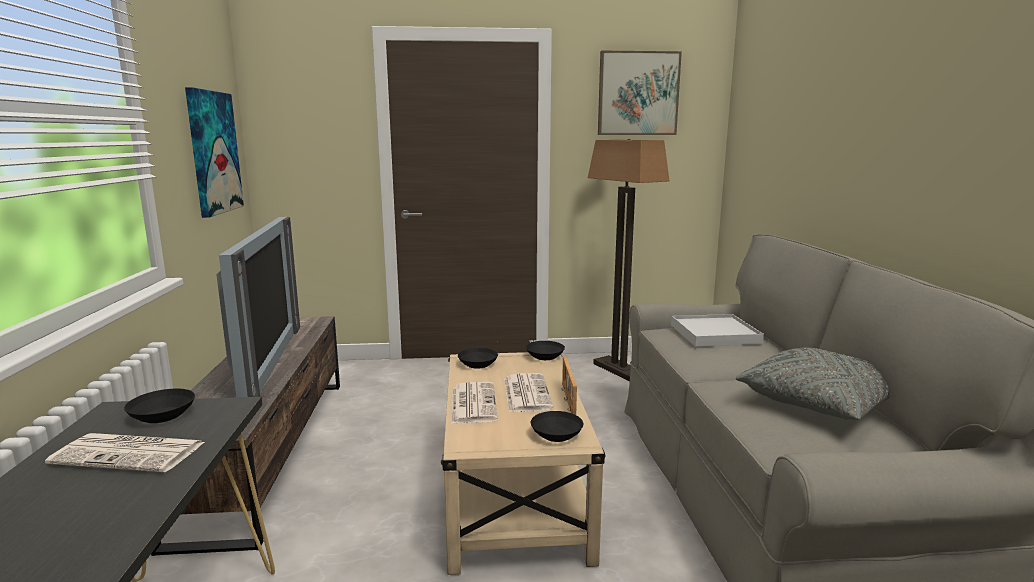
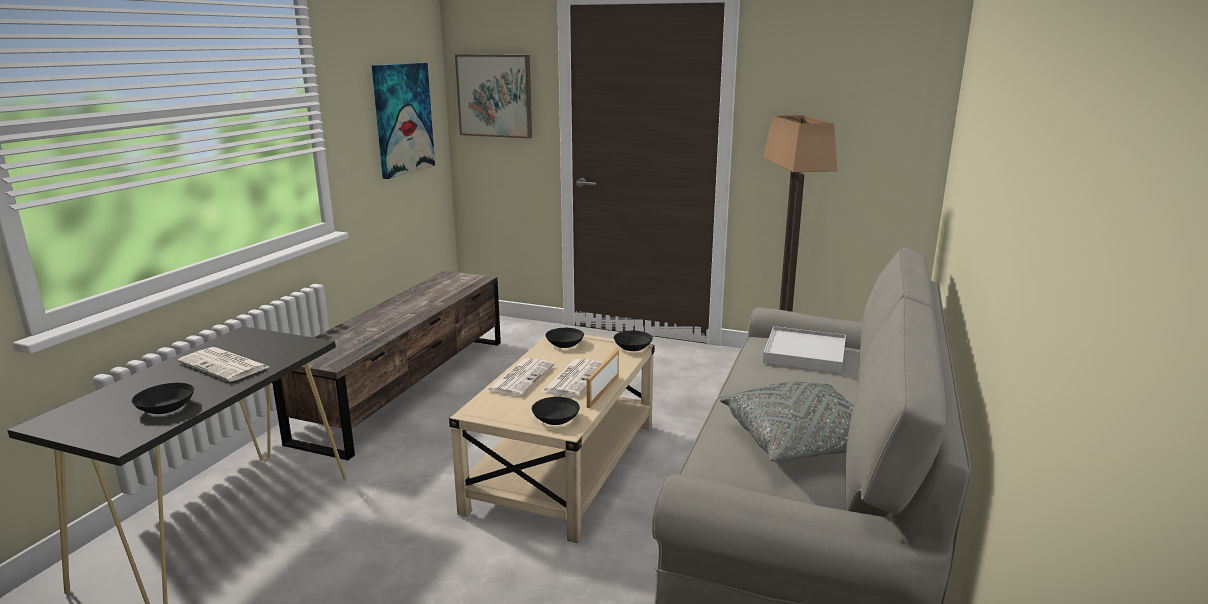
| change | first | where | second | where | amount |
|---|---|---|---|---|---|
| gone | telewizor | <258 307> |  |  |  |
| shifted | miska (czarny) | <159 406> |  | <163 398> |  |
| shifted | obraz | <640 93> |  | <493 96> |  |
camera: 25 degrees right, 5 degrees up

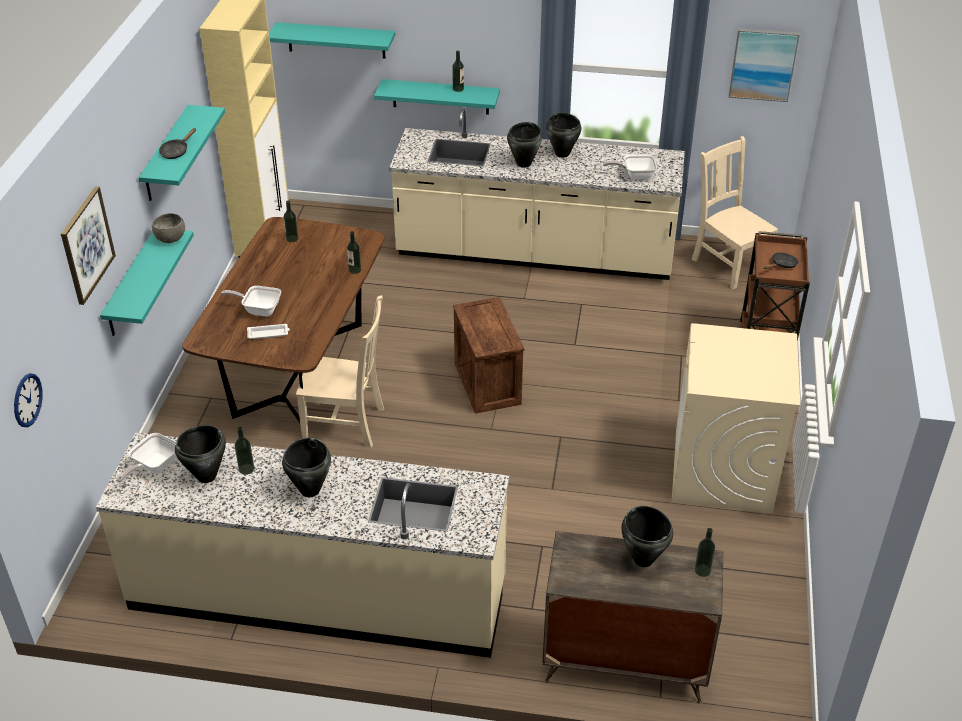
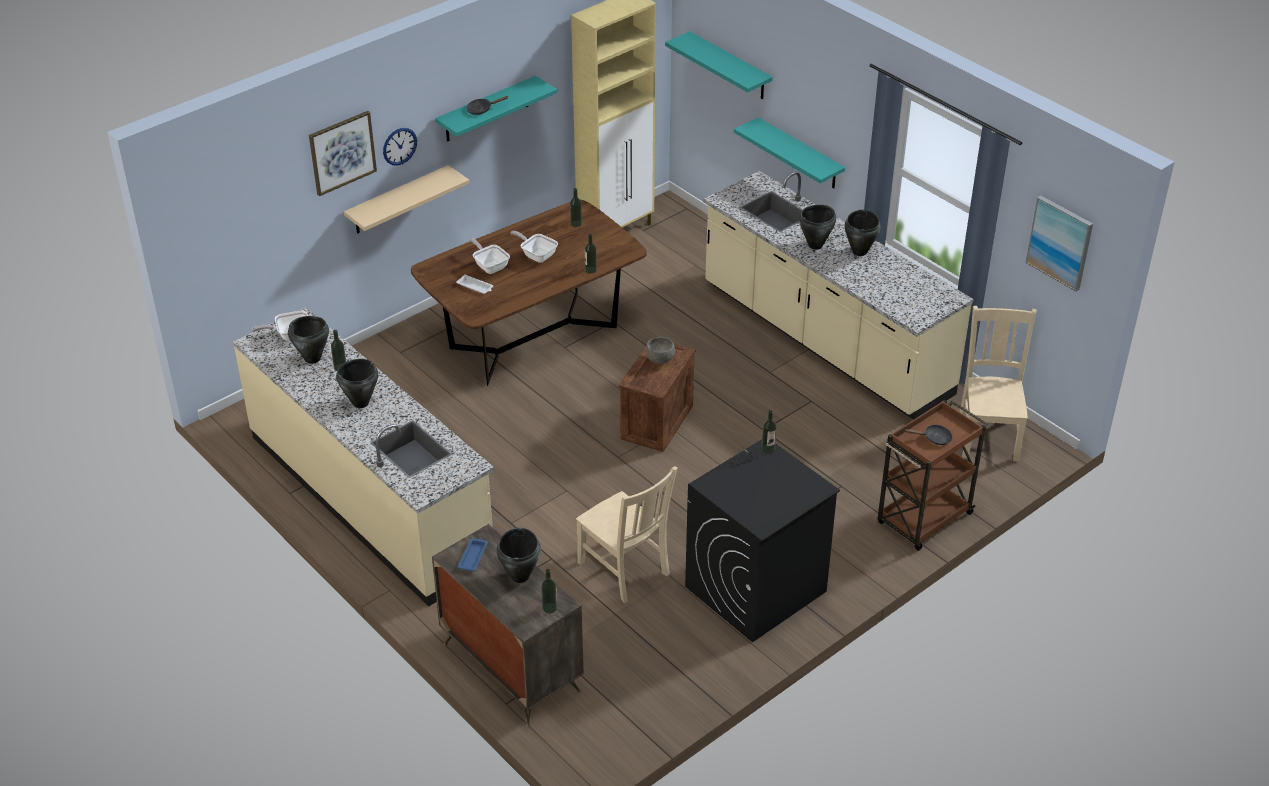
| change | first | where | second | where | amount |
|---|---|---|---|---|---|
| new |  |  | taca (niebieski) | <473 554> |  |
| shifted | zegar ścienny | <28 400> |  | <400 147> |  |
| shifted | miska (szary) | <168 228> |  | <660 350> |  |
| shifted | krzesło (beżowy) | <340 371> |  | <627 535> |  |
| shifted | butelka | <458 71> |  | <769 432> |  |
| shifted | patelnia | <630 167> |  | <534 247> |  |
| repainted | półka (turkusowy) | <147 283> | półka (beżowy) | <407 199> |  |
| repainted | pralka (beżowy) | <736 418> | pralka (czarny) | <762 540> |  |
camera: 40 degrees right, 0 degrees up

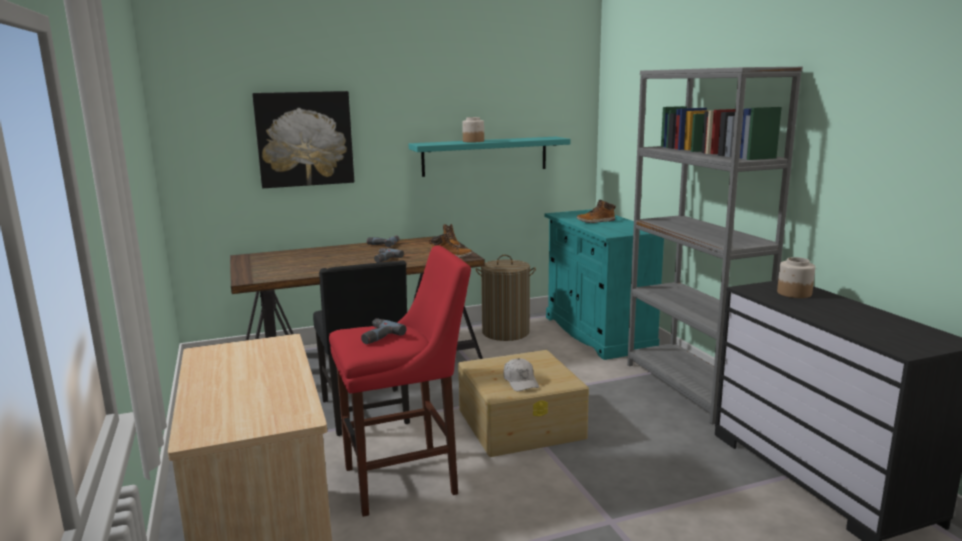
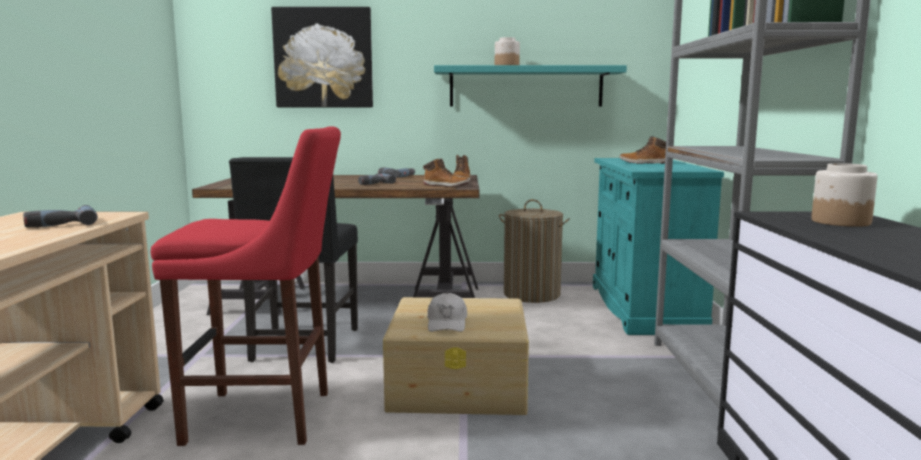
| change | first | where | second | where | amount |
|---|---|---|---|---|---|
| shifted | wiertarka | <383 331> |  | <60 216> |  |
camera: 20 degrees right, 5 degrees down

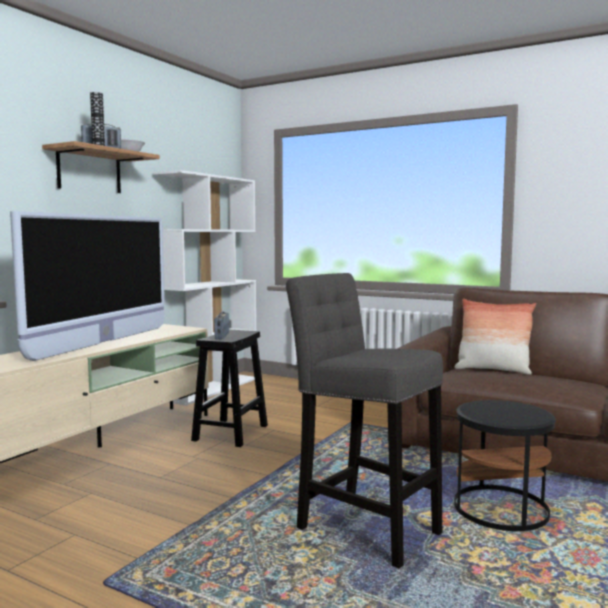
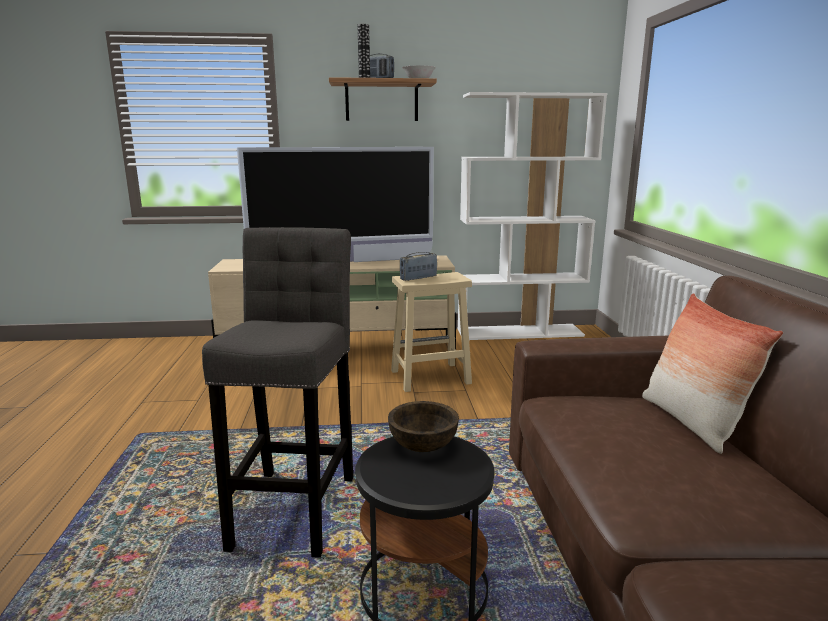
| change | first | where | second | where | amount |
|---|---|---|---|---|---|
| new |  |  | miska (brązowy) | <423 426> |  |
| repainted | stołek (czarny) | <229 388> | stołek (beżowy) | <431 332> |  |
camera: 55 degrees right, 10 degrees up

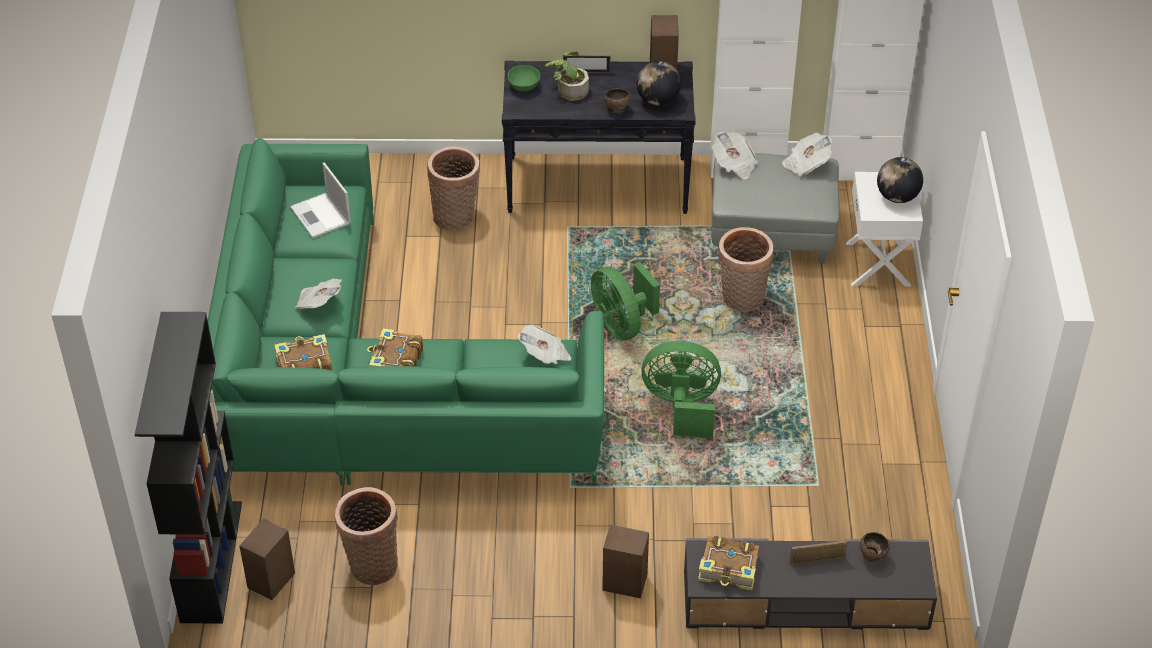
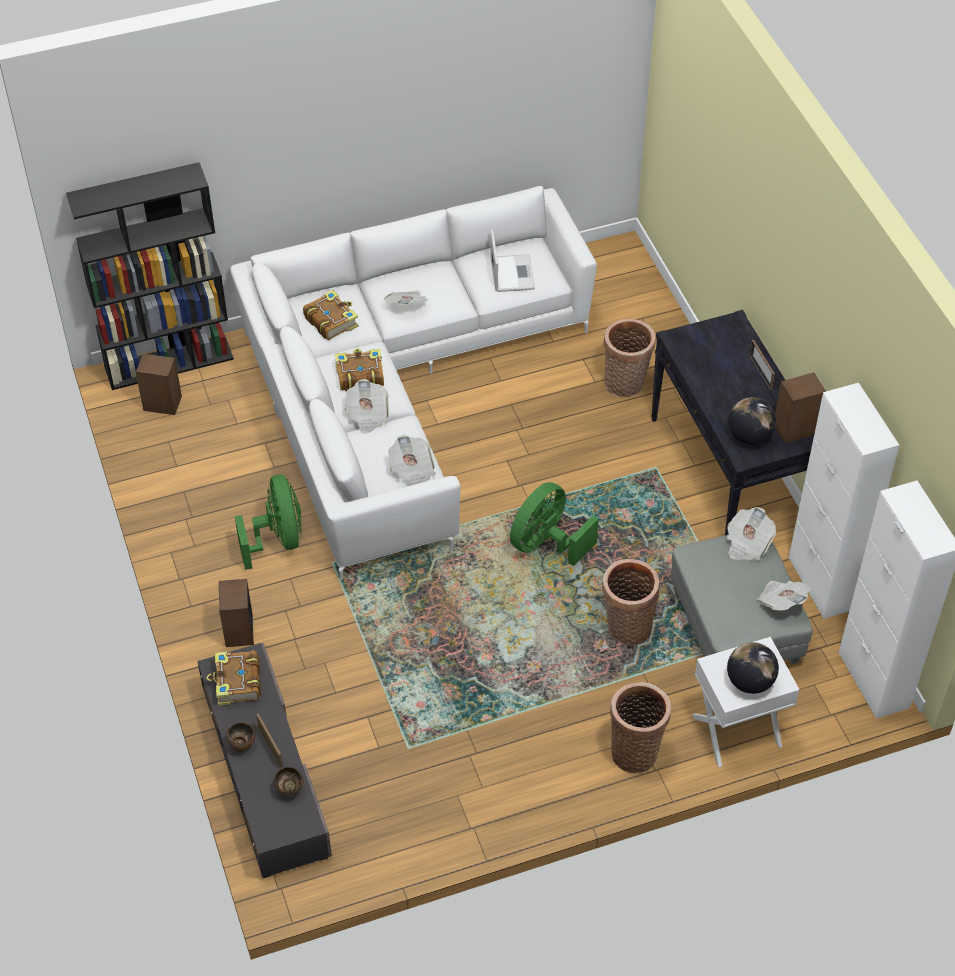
| change | first | where | second | where | amount |
|---|---|---|---|---|---|
| gone | miska (zielony) | <524 78> |  |  |  |
| gone | roślina doniczkowa | <567 76> |  |  |  |
| new |  |  | gazeta | <366 406> |  |
| shifted | koszyk | <366 536> |  | <640 728> |  |
| shifted | miska (brązowy) | <617 101> |  | <240 737> |  |
| shifted | wentylator (zielony) | <681 389> |  | <268 522> |  |
| repainted | kanapa (zielony) | <406 312> | kanapa (biały) | <413 383> |  |
| rotated | laptop | <320 200> |  | <513 261> | 135 degrees clockwise |
camera: 70 degrees right, 5 degrees up

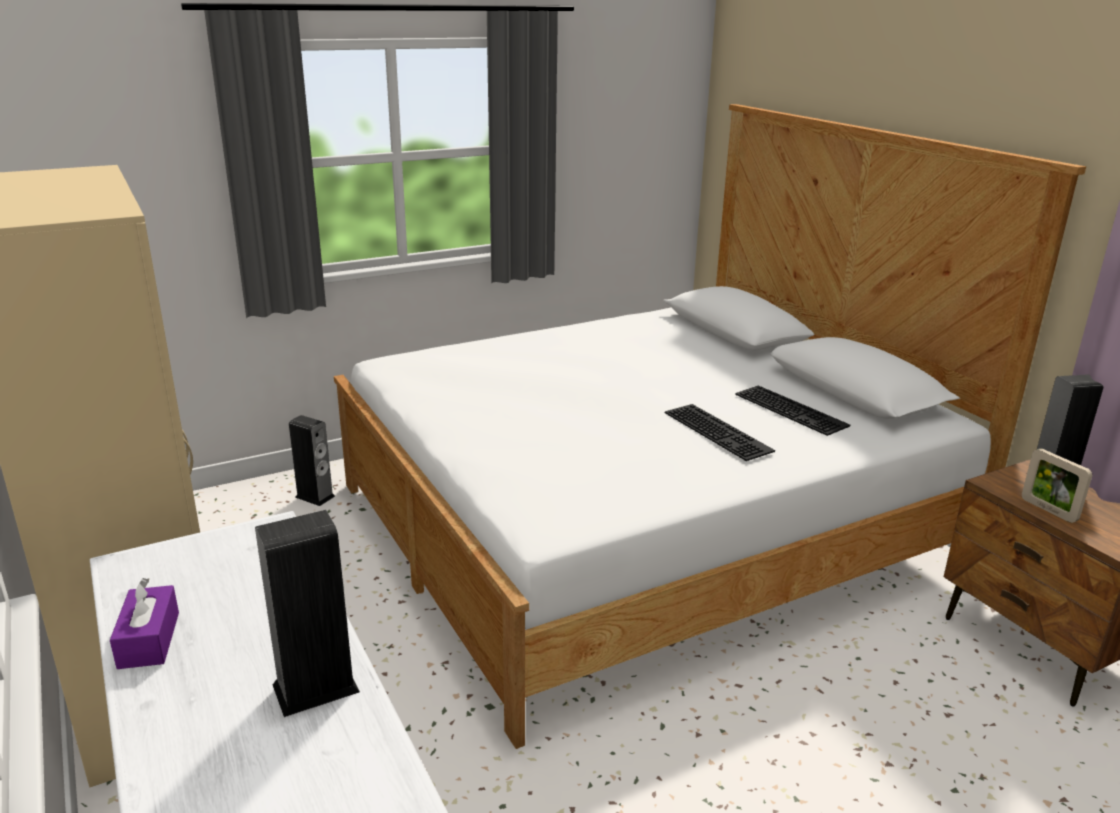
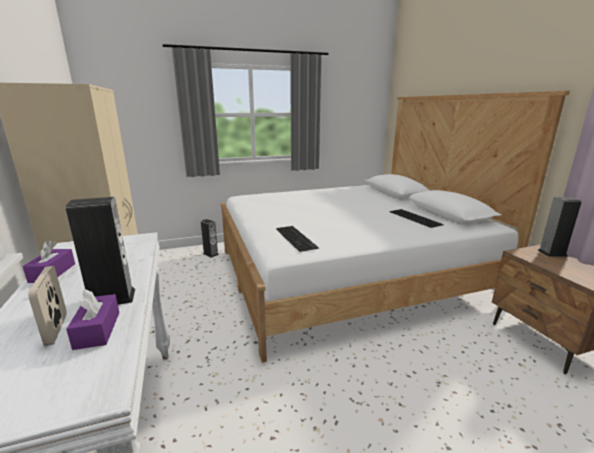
| change | first | where | second | where | amount |
|---|---|---|---|---|---|
| new |  |  | pudełko chusteczek (fioletowy) | <92 319> |  |
| shifted | klawiatura | <720 432> |  | <297 239> |  |
| shifted | ramka na zdjęcie | <1057 485> |  | <47 306> |  |
camera: 10 degrees right, 5 degrees down

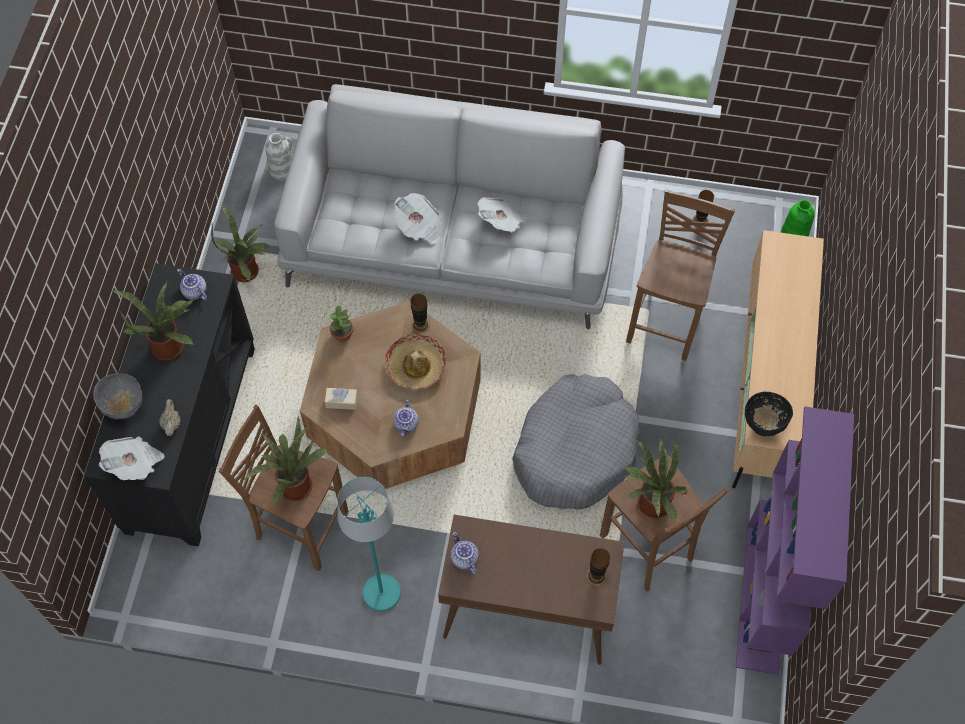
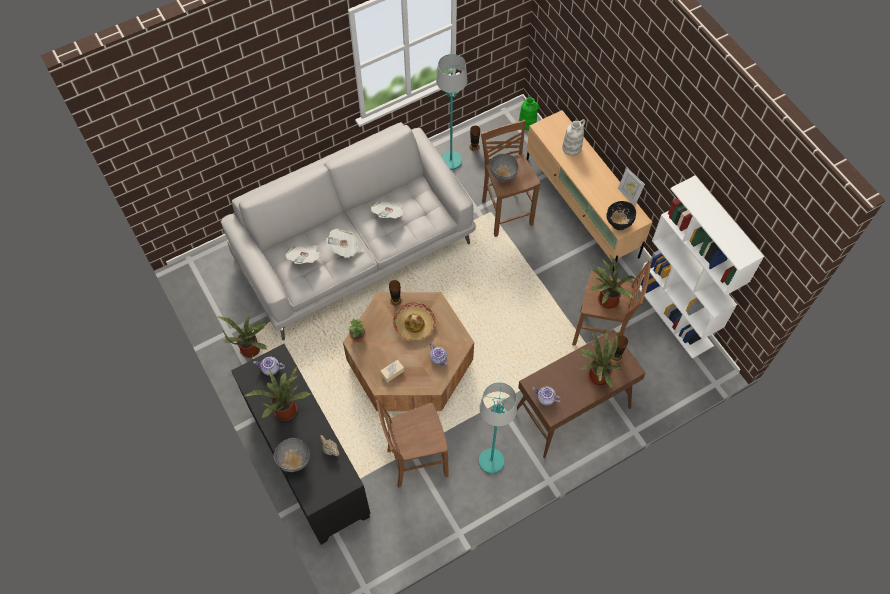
| change | first | where | second | where | amount |
|---|---|---|---|---|---|
| gone | legowisko (szary) | <576 442> |  |  |  |
| new |  |  | lampa stojąca (turkusowy) | <451 112> |  |
| new |  |  | miska (szary) | <504 168> |  |
| new |  |  | ramka na zdjęcie | <631 186> |  |
| shifted | gazeta | <131 458> |  | <303 254> |  |
| shifted | roślina doniczkowa | <286 460> |  | <600 358> |  |
| shifted | wazon (biały) | <279 157> |  | <573 137> |  |
| repainted | regał (fioletowy) | <795 541> | regał (biały) | <701 267> |  |
camera: 40 degrees left, 0 degrees up

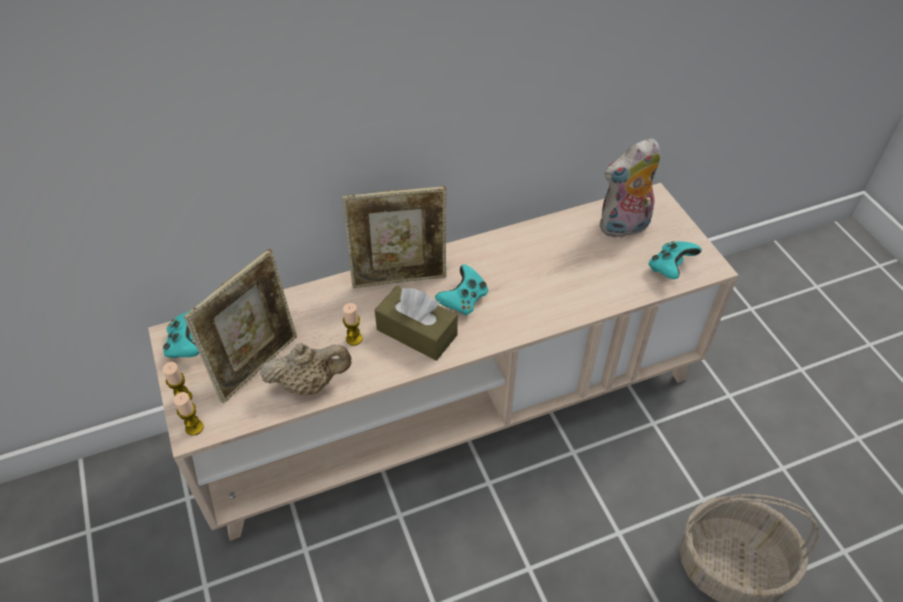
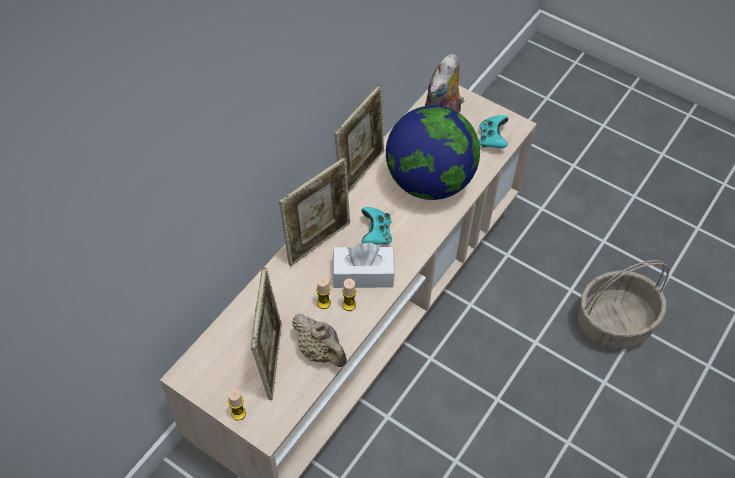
| change | first | where | second | where | amount |
|---|---|---|---|---|---|
| gone | pad do gier (turkusowy) | <181 334> |  |  |  |
| new |  |  | ramka na zdjęcie | <359 139> |  |
| new |  |  | globus | <433 152> |  |
| shifted | świeca | <189 414> |  | <349 294> |  |
| repainted | pudełko chusteczek (brązowy) | <416 323> | pudełko chusteczek (biały) | <364 265> |  |
| rotated | imbryk (beżowy) | <306 369> |  | <319 340> | 90 degrees clockwise |
camera: 35 degrees left, 5 degrees up

